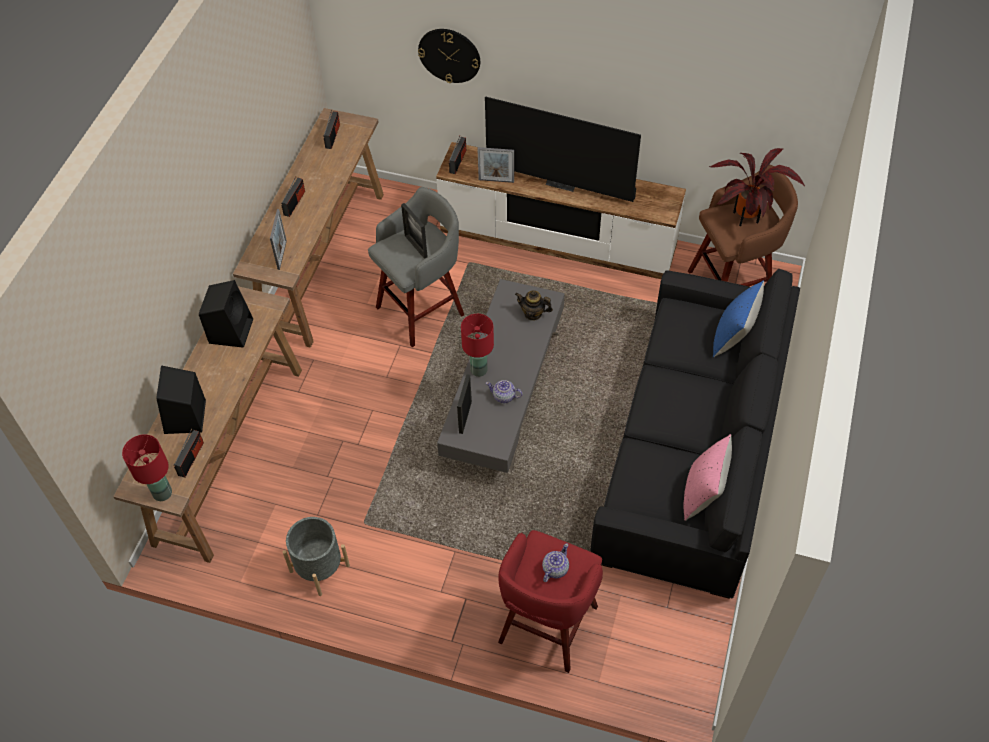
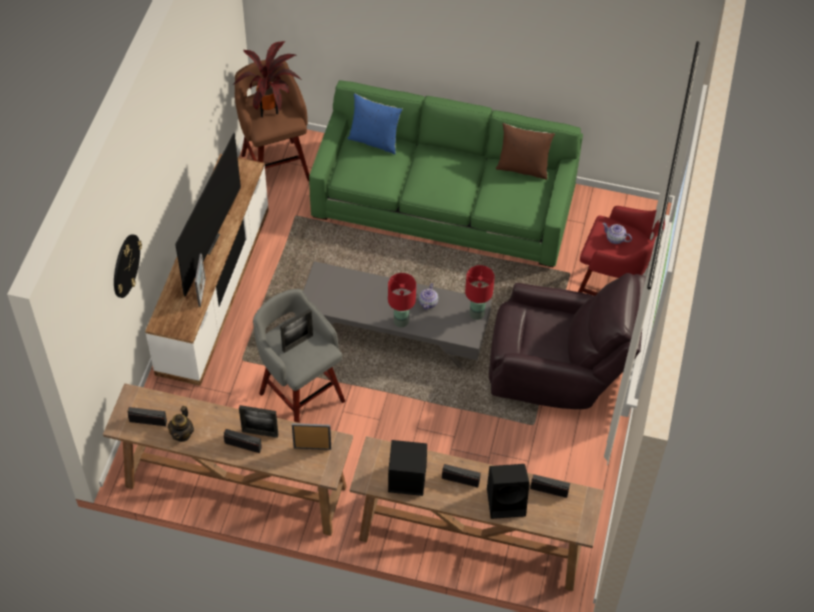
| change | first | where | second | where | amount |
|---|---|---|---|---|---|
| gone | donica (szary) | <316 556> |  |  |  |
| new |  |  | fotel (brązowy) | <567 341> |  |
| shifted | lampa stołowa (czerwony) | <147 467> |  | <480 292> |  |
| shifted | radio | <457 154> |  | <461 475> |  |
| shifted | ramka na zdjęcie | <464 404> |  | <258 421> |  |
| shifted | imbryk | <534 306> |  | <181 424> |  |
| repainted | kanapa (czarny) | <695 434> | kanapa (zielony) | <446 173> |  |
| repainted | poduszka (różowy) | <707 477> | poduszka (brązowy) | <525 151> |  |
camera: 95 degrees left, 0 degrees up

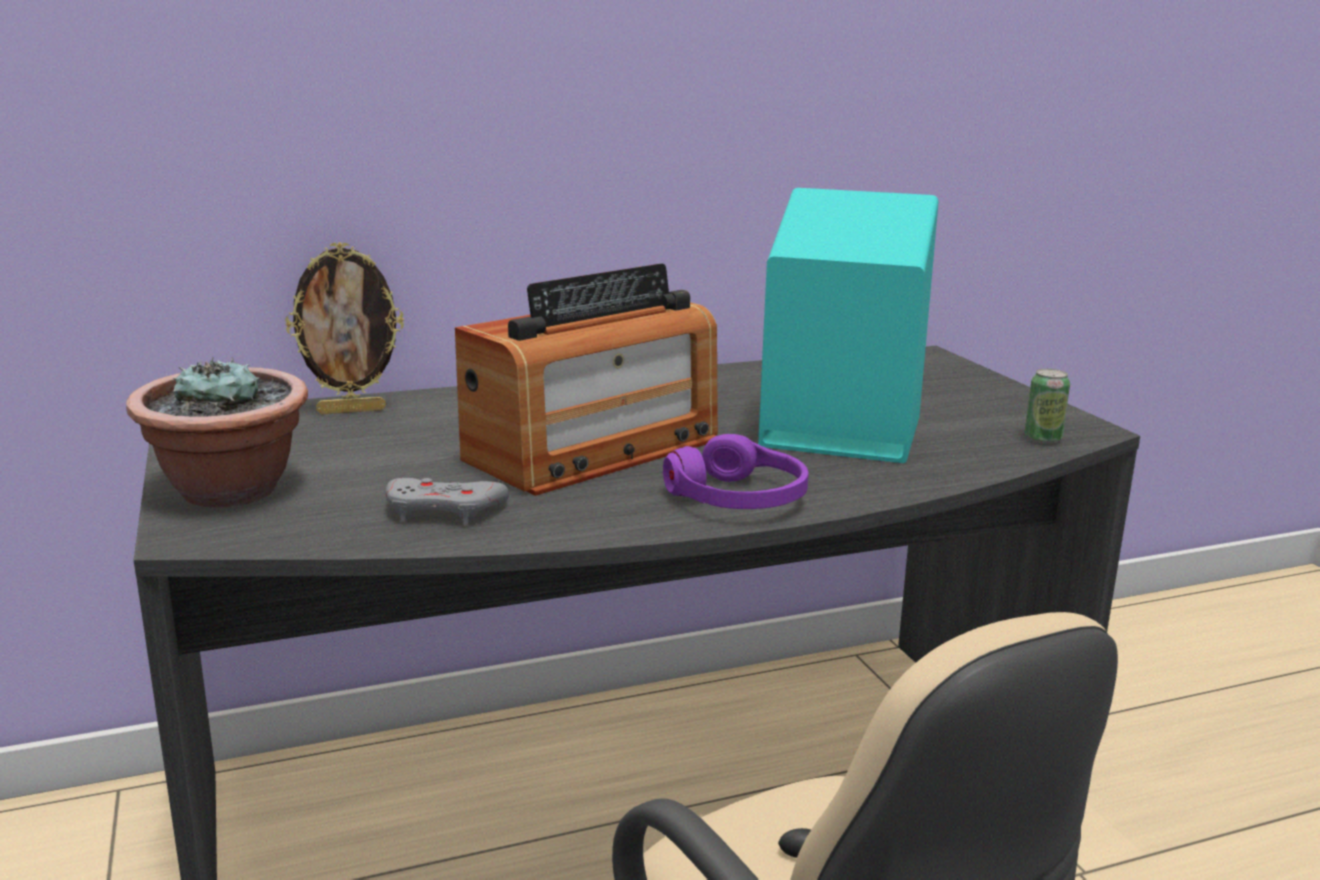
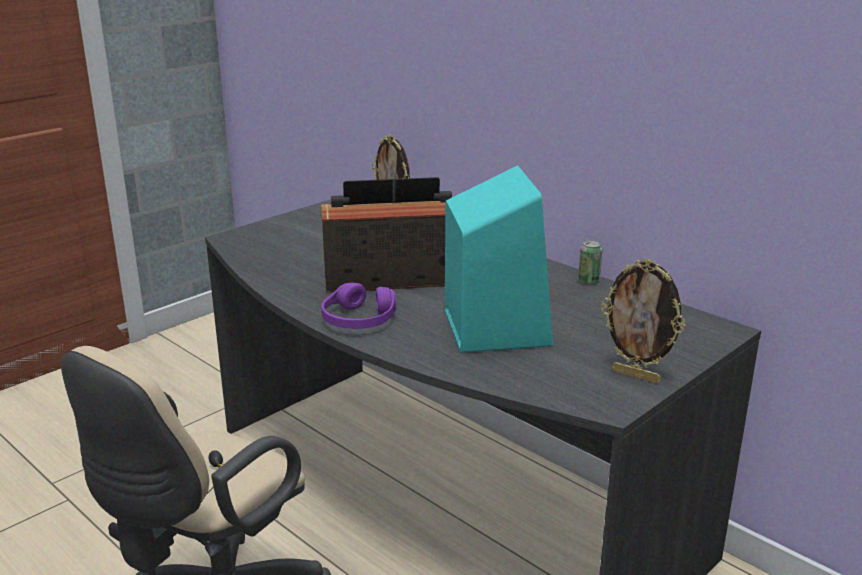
| change | first | where | second | where | amount |
|---|---|---|---|---|---|
| gone | roślina doniczkowa | <217 432> |  |  |  |
| gone | pad do gier (szary) | <447 501> |  |  |  |
| new |  |  | ramka na zdjęcie | <643 321> |  |
| shifted | puszka | <1047 406> |  | <590 262> |  |
| rotated | radio | <586 380> |  | <386 235> | 150 degrees clockwise |
camera: 65 degrees right, 5 degrees up

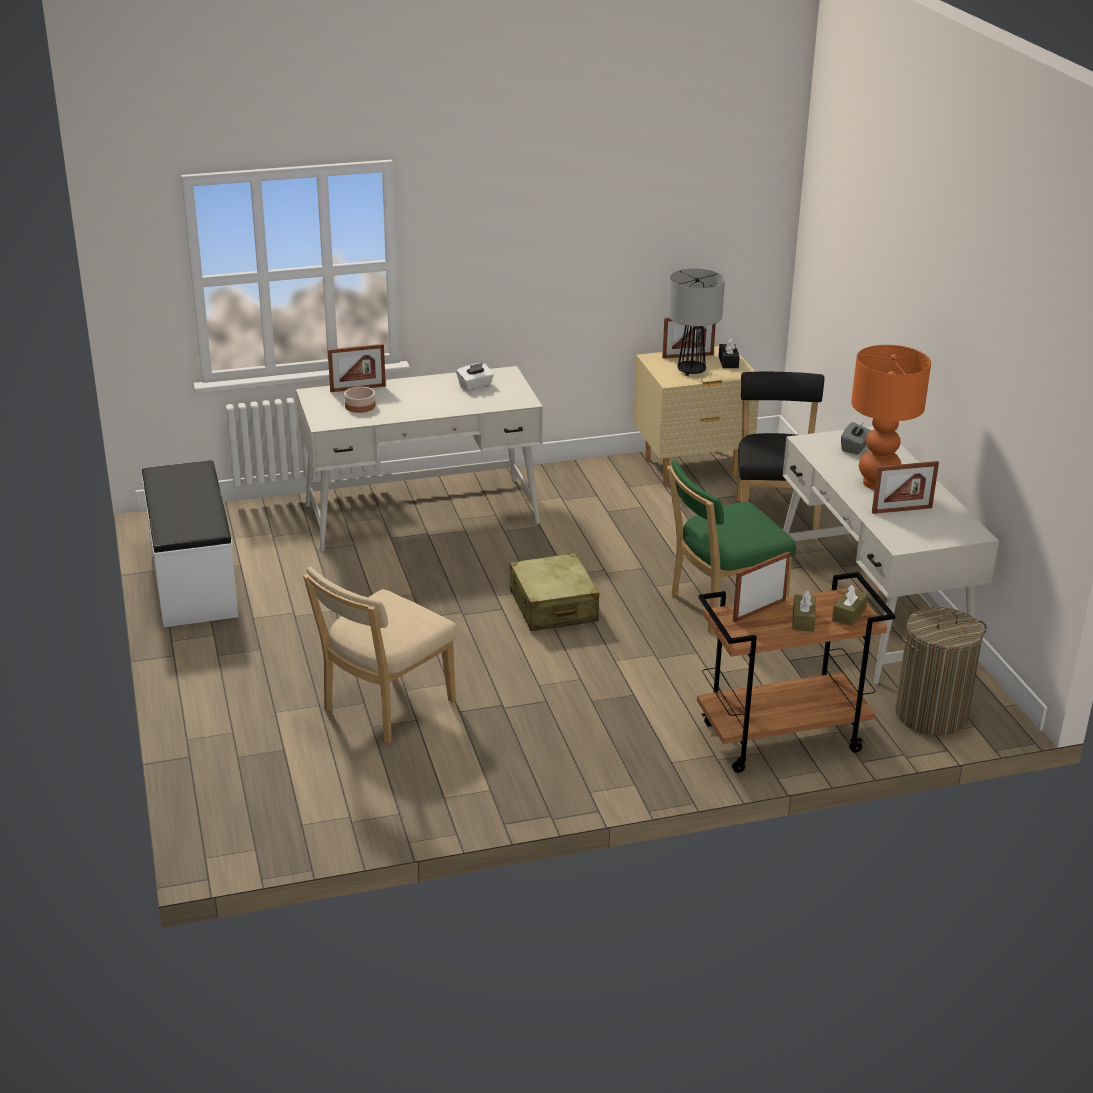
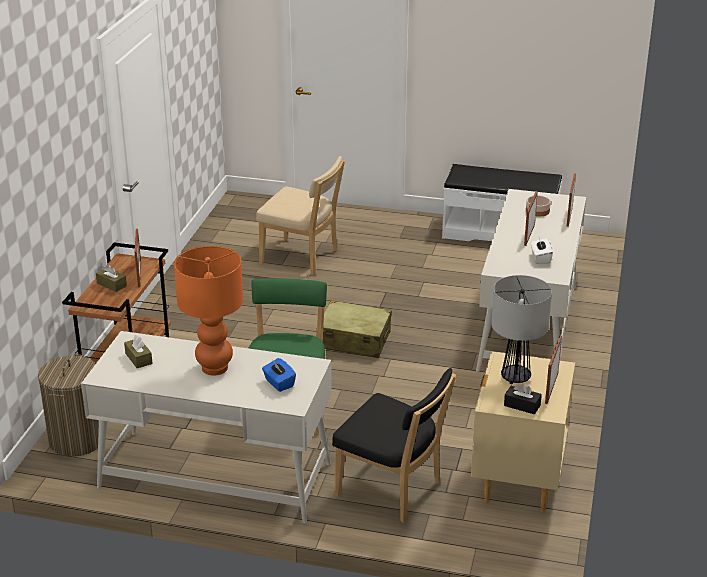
| change | first | where | second | where | amount |
|---|---|---|---|---|---|
| shifted | pudełko chusteczek (brązowy) | <850 605> |  | <138 351> |  |
| shifted | ramka na zdjęcie | <905 487> |  | <531 218> |  |
| repainted | pudełko chusteczek (szary) | <856 438> | pudełko chusteczek (niebieski) | <279 375> |  |
| rotated | krzesło (beżowy) | <380 655> |  | <300 215> | 135 degrees clockwise |
camera: 120 degrees right, 0 degrees up

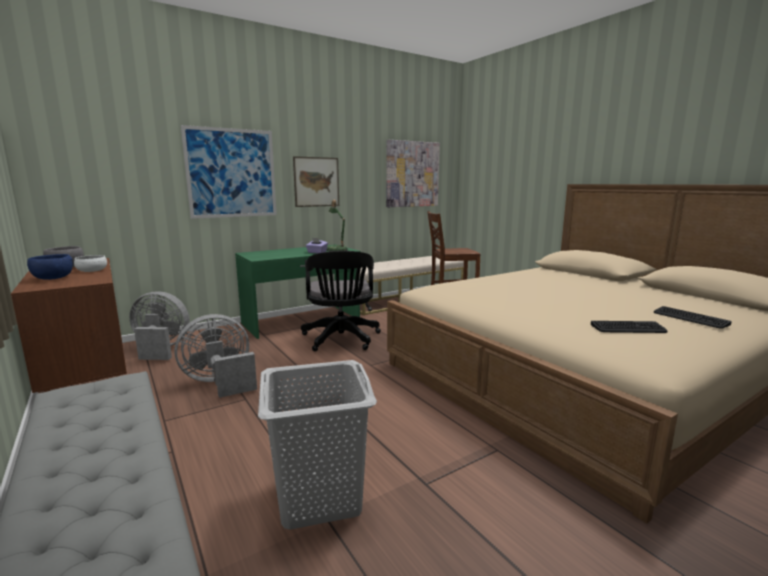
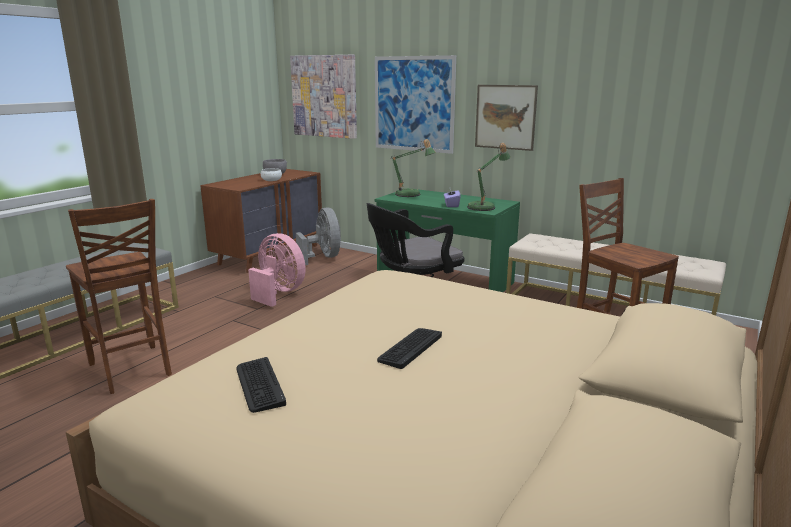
| change | first | where | second | where | amount |
|---|---|---|---|---|---|
| gone | miska (niebieski) | <50 267> |  |  |  |
| new |  |  | lampa stołowa | <414 168> |  |
| shifted | obraz | <413 173> |  | <323 97> |  |
| shifted | klawiatura | <693 317> |  | <409 348> |  |
| swapped | kosz na pranie (szary) | <317 445> | krzesło (brązowy) | <119 296> |  |
| repainted | wentylator (szary) | <216 356> | wentylator (różowy) | <277 270> |  |
camera: 65 degrees right, 5 degrees up

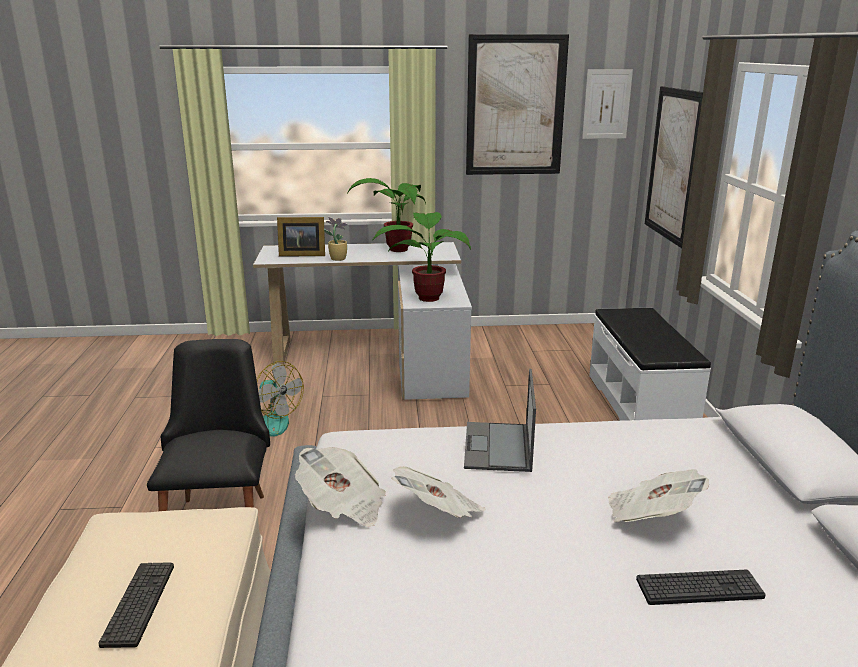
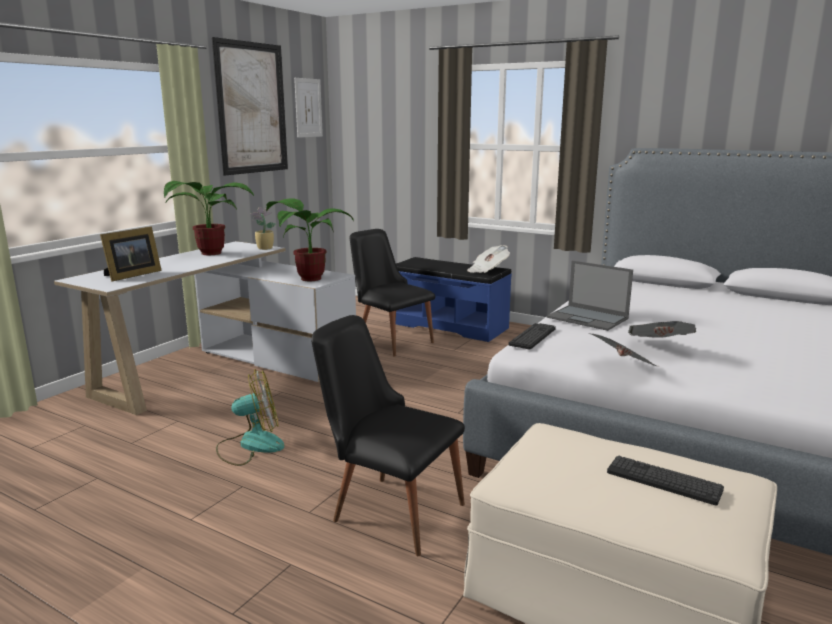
| change | first | where | second | where | amount |
|---|---|---|---|---|---|
| gone | obraz | <674 167> |  |  |  |
| new |  |  | krzesło (czarny) | <392 293> |  |
| shifted | roślina doniczkowa | <336 239> |  | <263 228> |  |
| shifted | gazeta | <658 495> |  | <488 259> |  |
| shifted | klawiatura | <701 587> |  | <532 336> |  |
| repainted | ławka (biały) | <650 364> | ławka (niebieski) | <454 299> |  |
camera: 55 degrees left, 5 degrees down

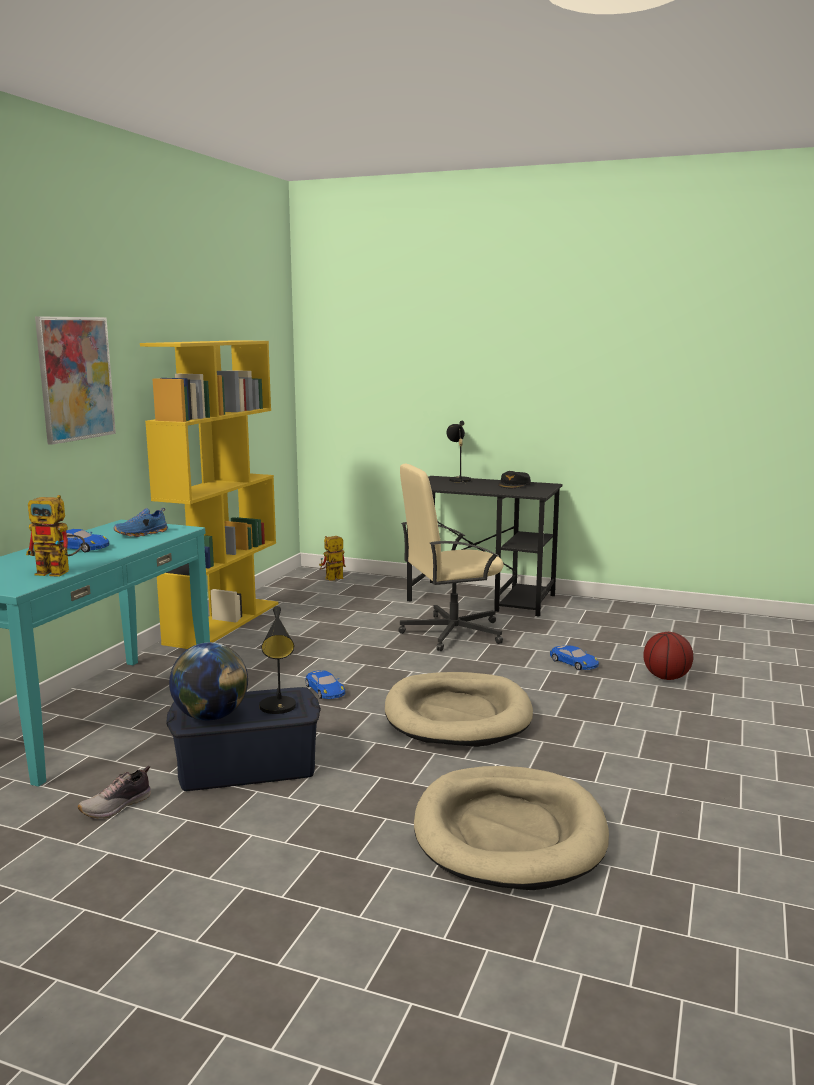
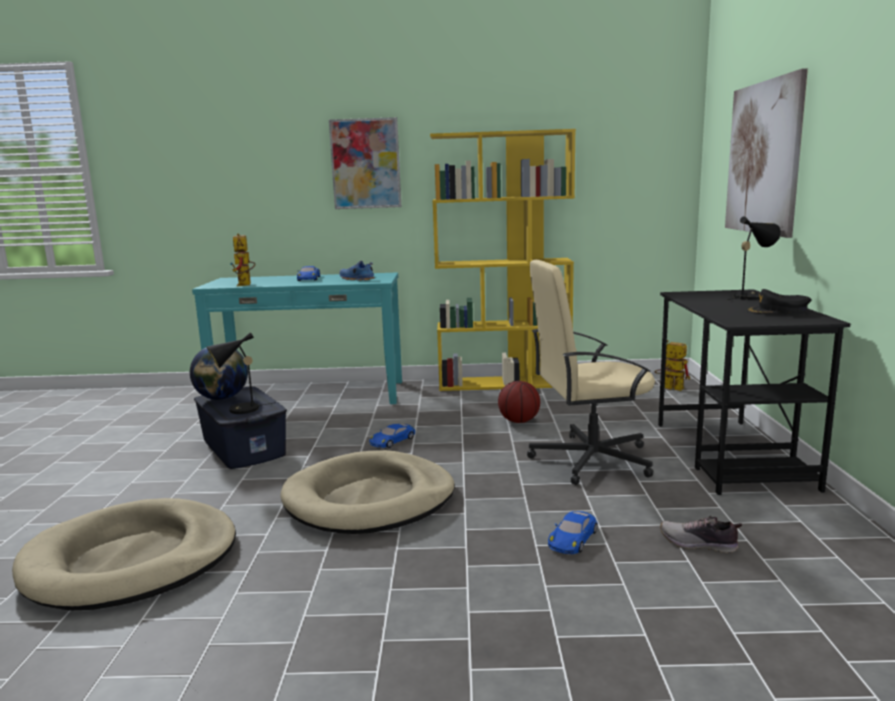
| change | first | where | second | where | amount |
|---|---|---|---|---|---|
| new |  |  | obraz | <766 153> |  |
| shifted | but | <114 792> |  | <701 534> |  |
| shifted | piłka do koszykówki | <668 656> |  | <519 402> |  |
| rotated | krzesło biurowe (beżowy) | <451 557> |  | <591 372> | 60 degrees counterclockwise |
camera: 70 degrees right, 0 degrees up

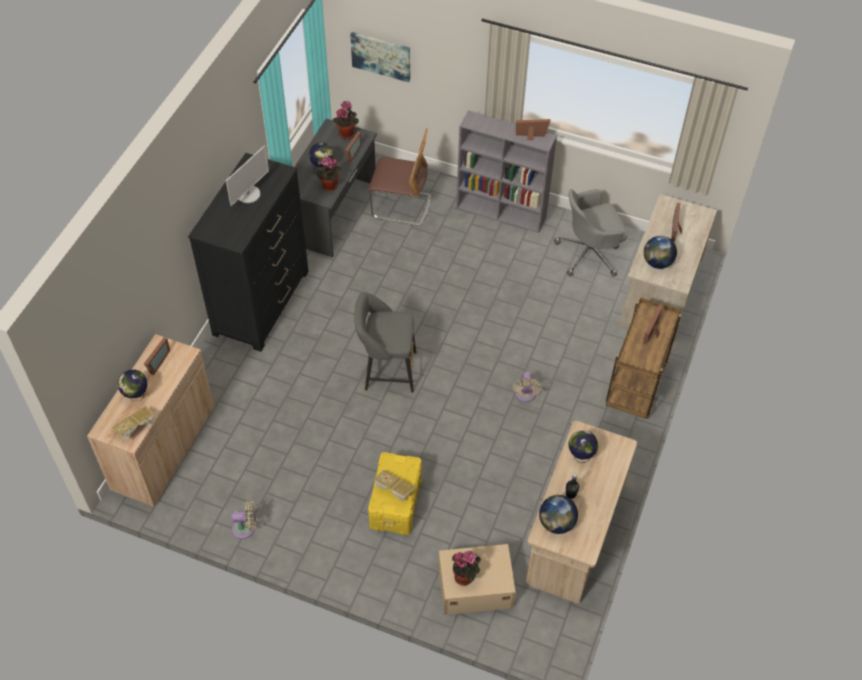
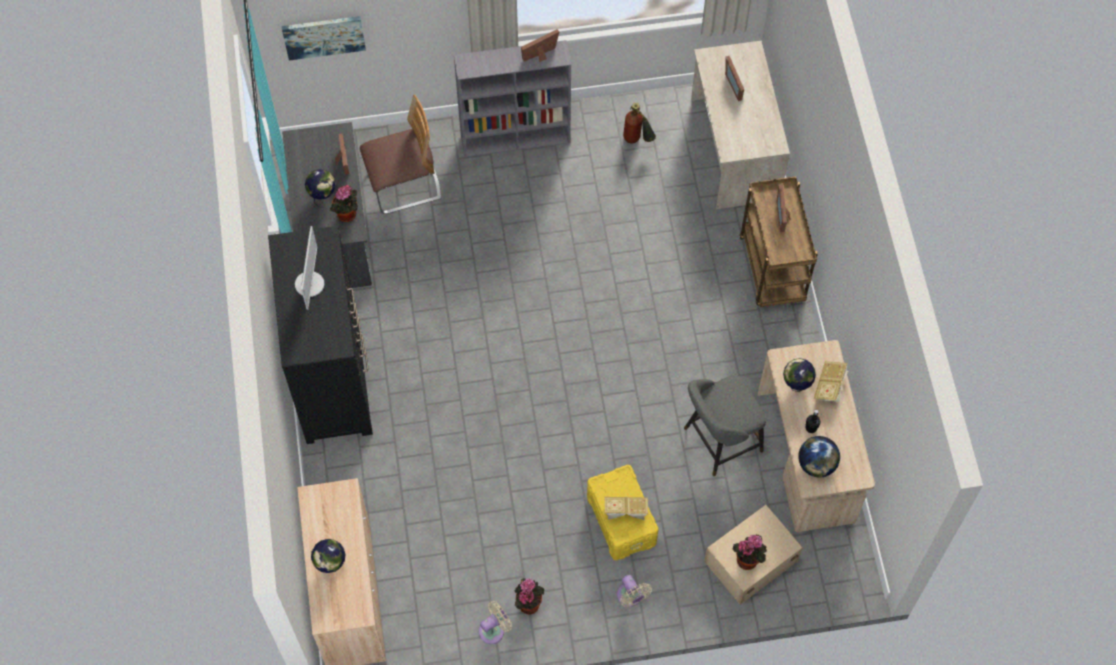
| change | first | where | second | where | amount |
|---|---|---|---|---|---|
| gone | ramka na zdjęcie | <157 356> |  |  |  |
| gone | globus | <660 252> |  |  |  |
| shifted | książka | <133 423> |  | <831 381> |  |
| shifted | roślina doniczkowa | <346 120> |  | <529 596> |  |
| shifted | stołek (szary) | <385 342> |  | <725 425> |  |
| shifted | wentylator (beżowy) | <527 386> |  | <634 591> |  |
| swapped | krzesło biurowe (szary) | <590 233> | gaśnica | <639 123> |  |
camera: 30 degrees left, 10 degrees up

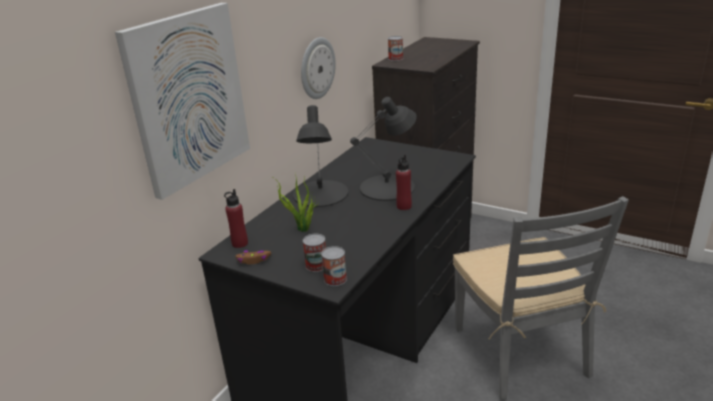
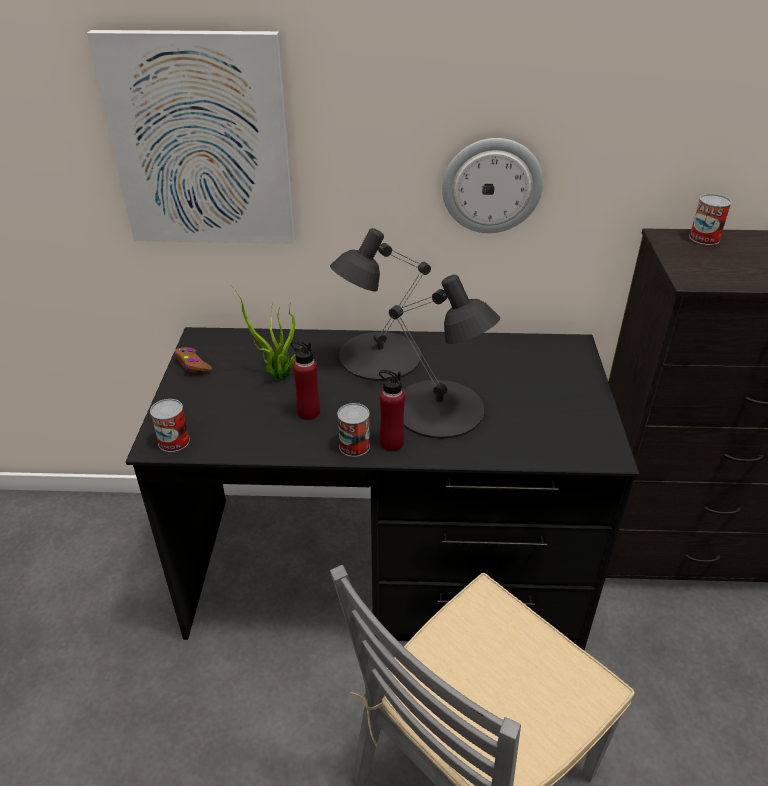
| change | first | where | second | where | amount |
|---|---|---|---|---|---|
| shifted | butelka (czerwony) | <236 218> |  | <305 380> |  |
| shifted | puszka | <314 252> |  | <353 430> |  |
camera: 60 degrees right, 10 degrees up

